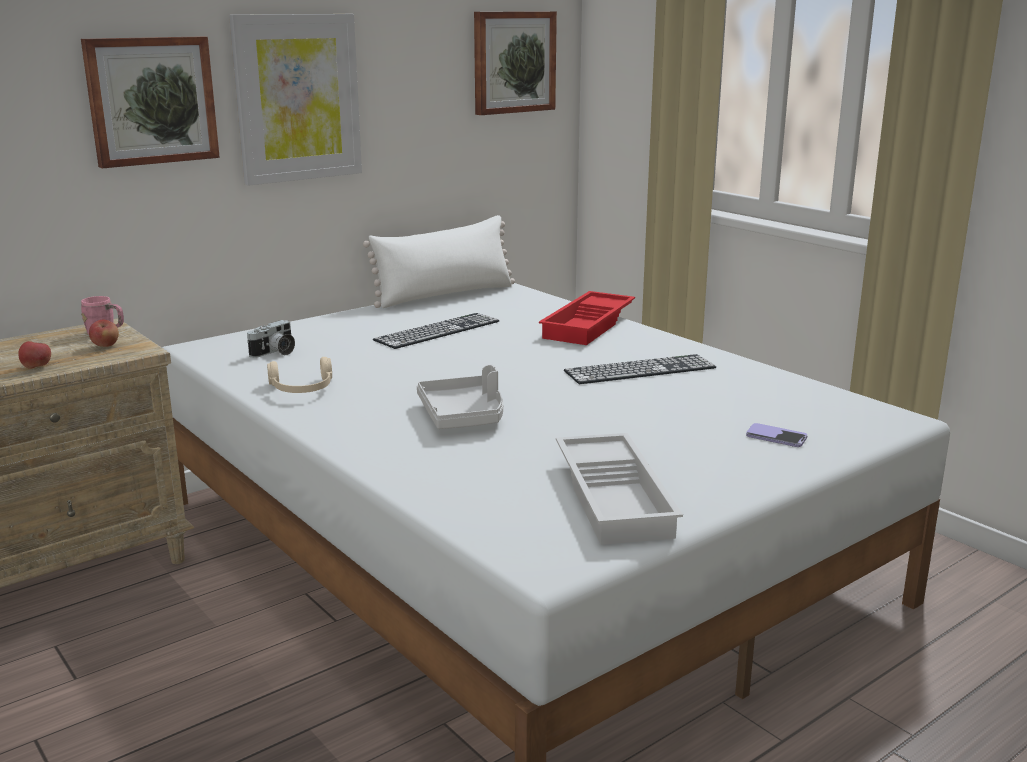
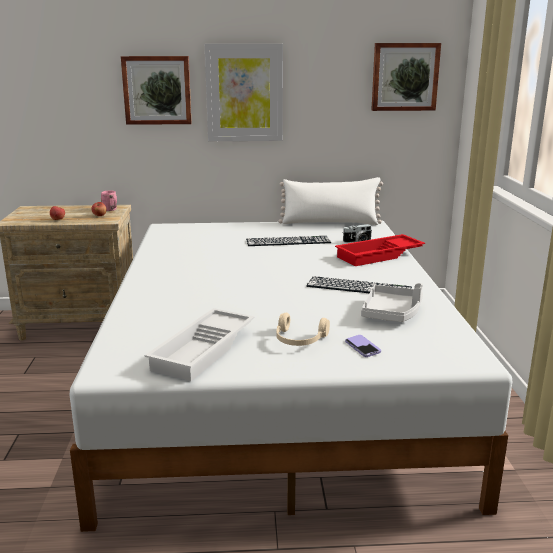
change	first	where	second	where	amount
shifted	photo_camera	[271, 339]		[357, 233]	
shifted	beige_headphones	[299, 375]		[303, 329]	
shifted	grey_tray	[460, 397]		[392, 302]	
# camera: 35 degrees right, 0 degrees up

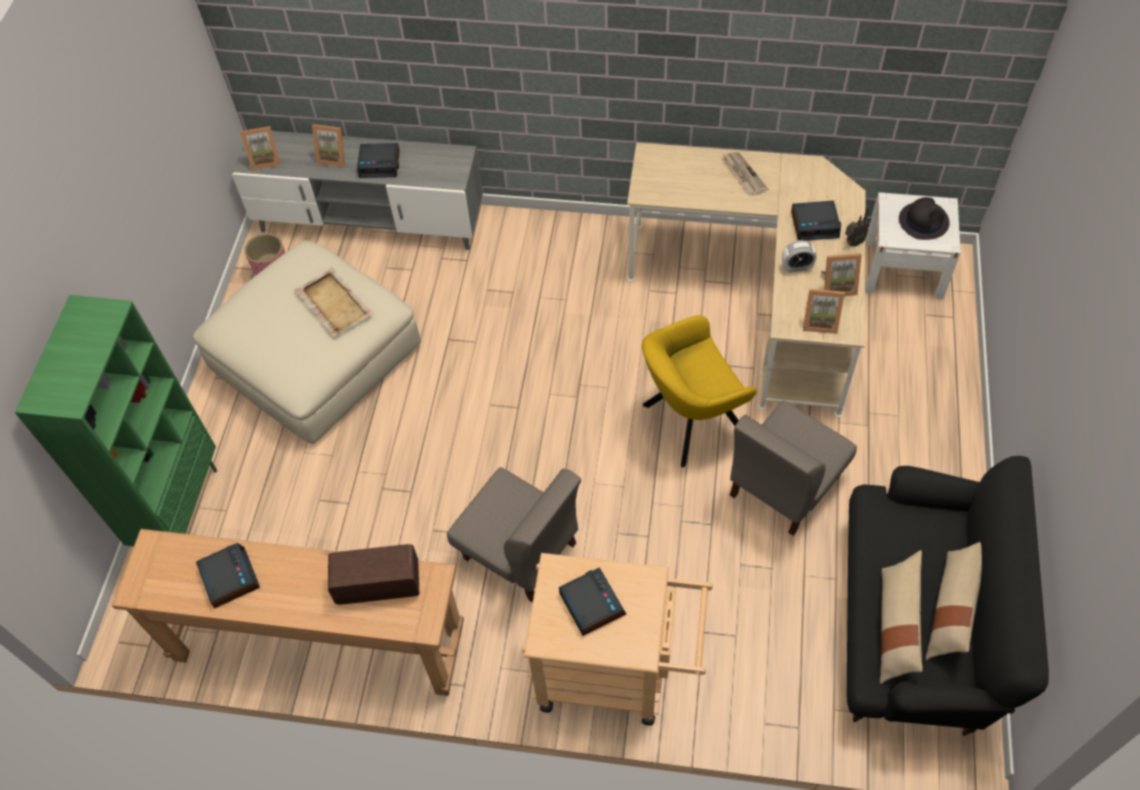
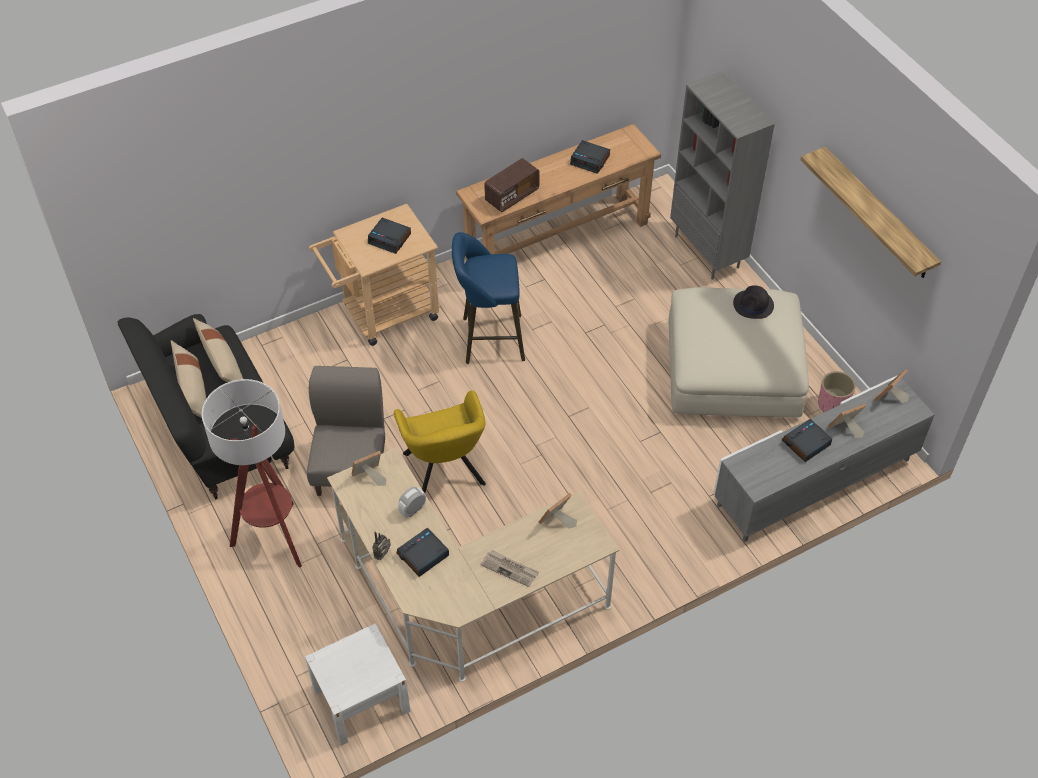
change	first	where	second	where	amount
shifted	black_hat	[924, 218]		[753, 302]	
shifted	picture_frame	[841, 274]		[558, 511]	
gone	beige_tray	[334, 302]			
repainted	green_bookcase	[116, 420]	grey_bookcase	[722, 175]	
rotated	yellow_armchair	[699, 391]		[440, 441]	135 degrees clockwise
swapped	grey_chair	[514, 535]	blue_stool	[488, 298]	
new			shelf	[870, 212]	
new			floor_lamp	[252, 473]	
# camera: 140 degrees right, 5 degrees down

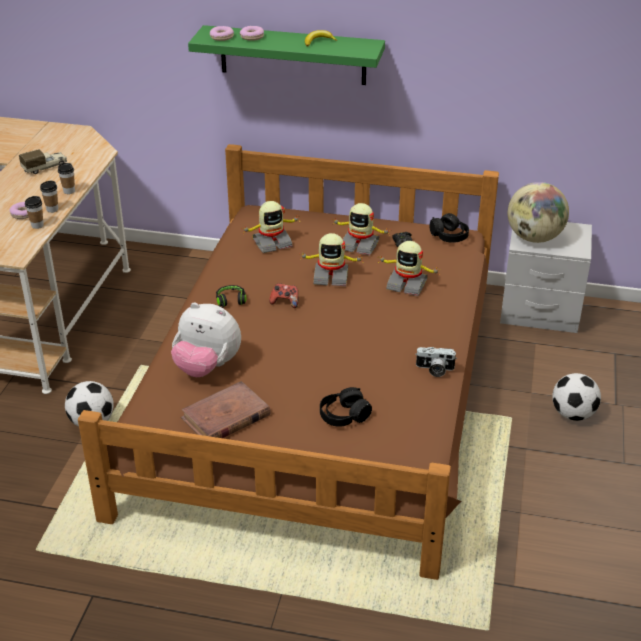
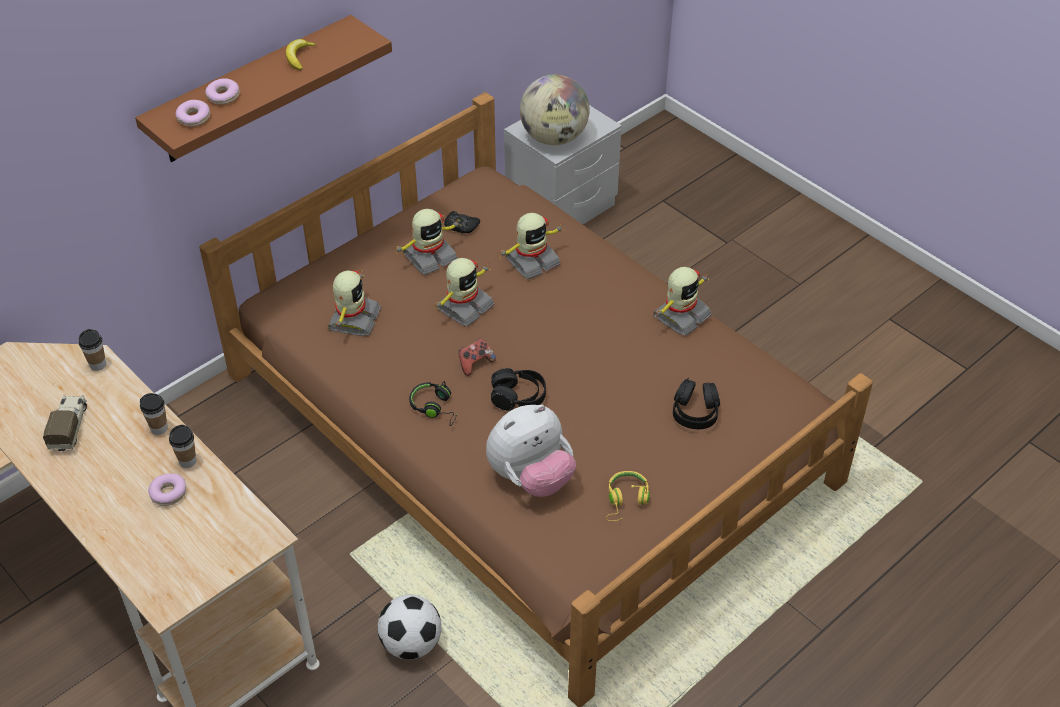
change	first	where	second	where	amount
repainted	green_shelf	[286, 55]	brown_shelf	[263, 88]	
shifted	cup	[34, 212]		[92, 350]	
shifted	black_headphones	[449, 228]		[518, 389]	
swapped	photo_camera	[436, 362]	toy_robot	[682, 301]	
gone	football	[576, 397]			
swapped	brown_book	[226, 409]	yellow_headphones	[628, 496]	
# camera: 55 degrees left, 10 degrees up

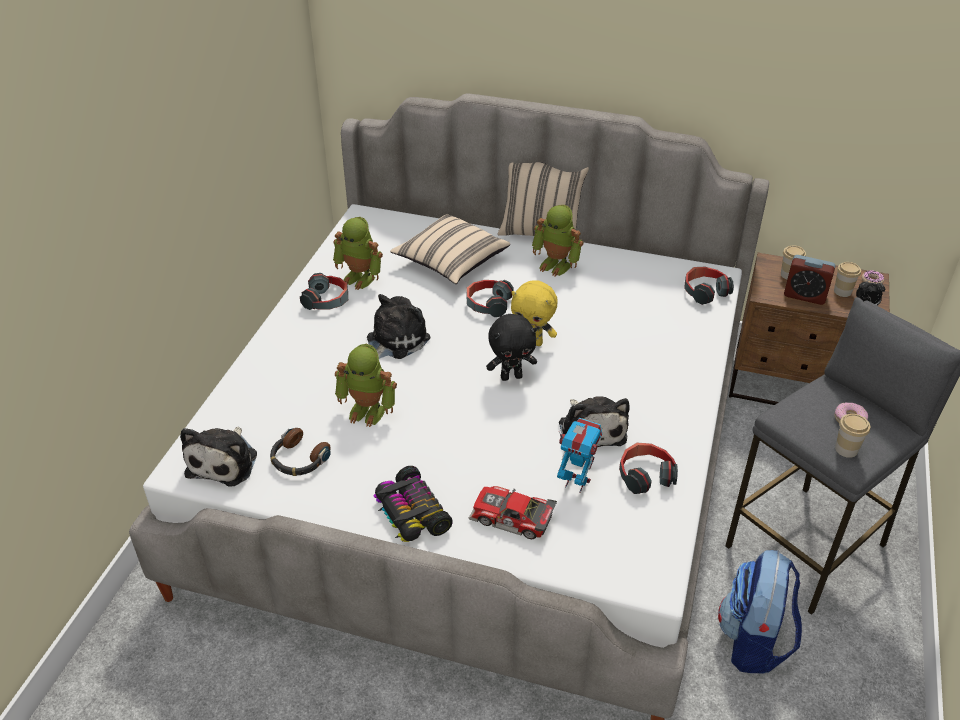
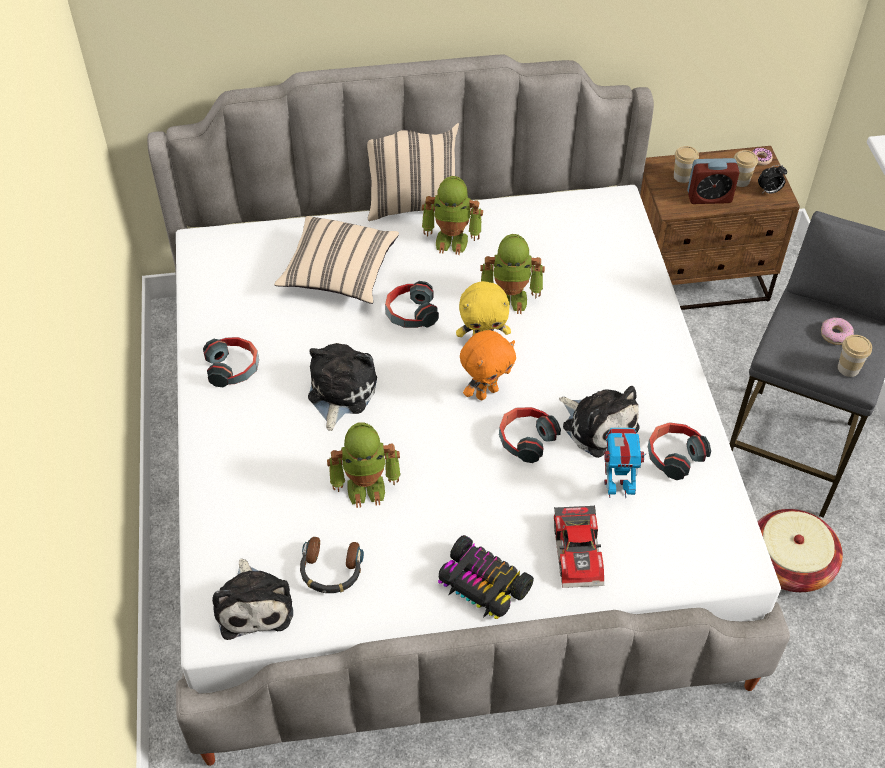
change	first	where	second	where	amount
shifted	toy_robot	[358, 253]		[512, 274]	
shifted	headphones	[709, 286]		[530, 435]	
repainted	black_plush_toy	[511, 347]	orange_plush_toy	[488, 365]	
rotated	toy_car	[513, 512]		[579, 546]	90 degrees counterclockwise
swapped	backpack	[760, 611]	basket	[800, 550]	
# camera: 25 degrees left, 10 degrees up

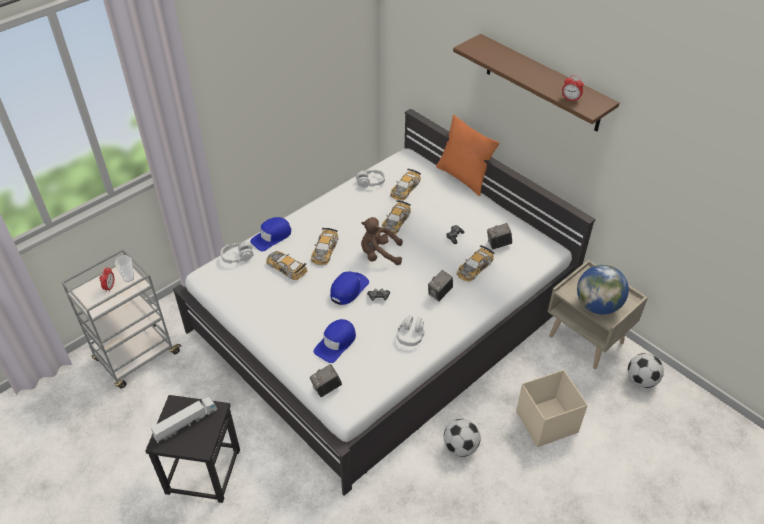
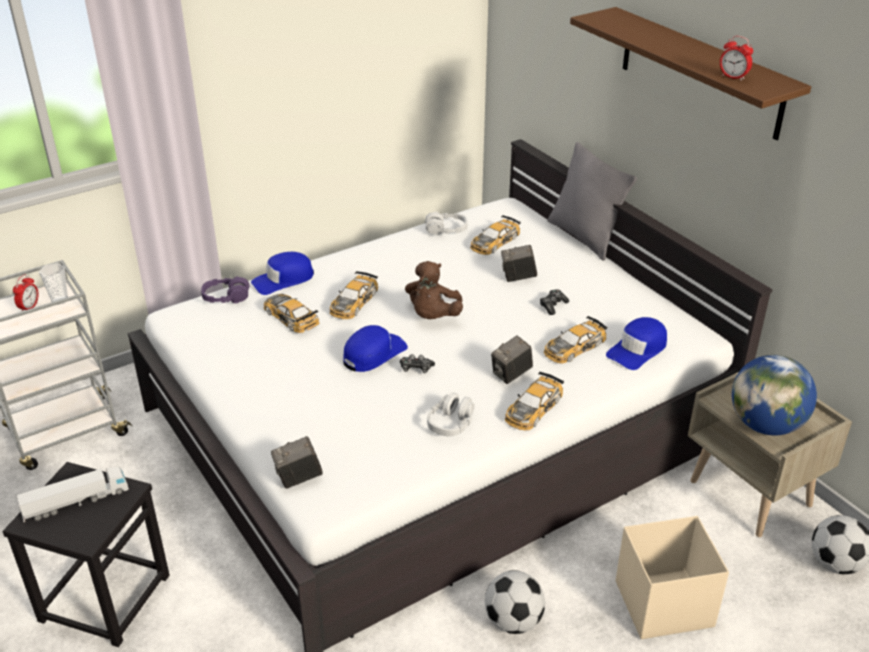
change	first	where	second	where	amount
repainted	orange_pillow	[467, 155]	grey_pillow	[592, 201]	
shifted	toy_car	[396, 217]		[534, 401]	
rotated	brown_plush_toy	[382, 241]		[434, 290]	90 degrees counterclockwise
shifted	photo_camera	[499, 236]		[519, 263]	
repainted	grey_headphones	[237, 252]	purple_headphones	[225, 289]	
shifted	blue_cap	[334, 341]		[636, 343]	
# camera: 10 degrees right, 10 degrees down

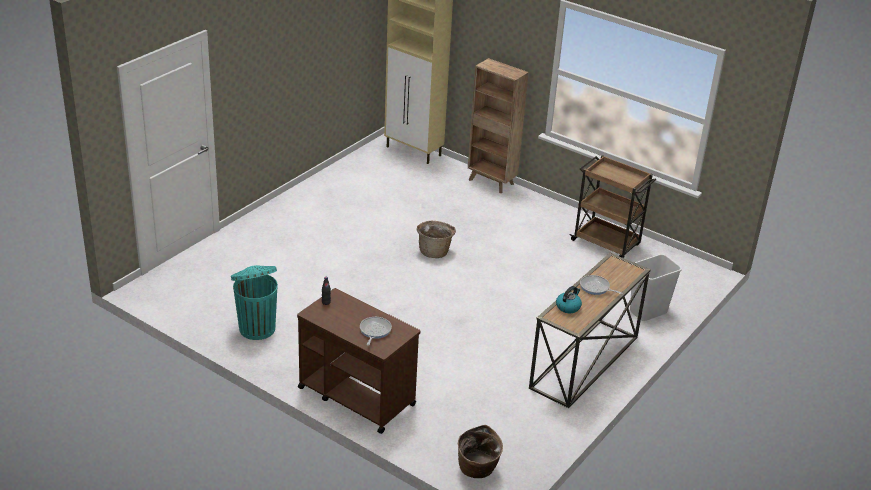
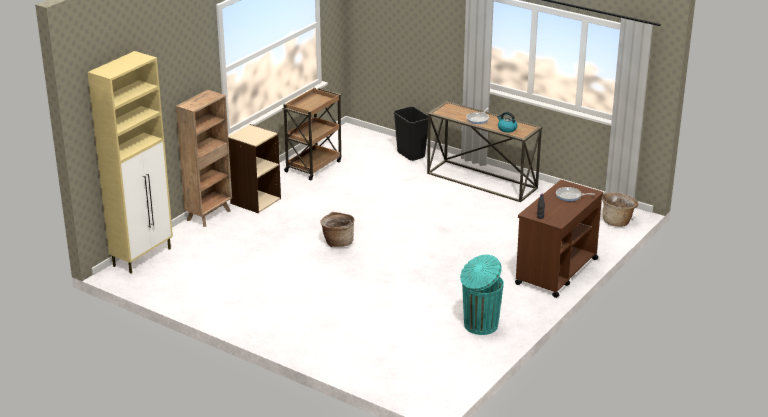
change	first	where	second	where	amount
repainted	white_trash_can	[656, 287]	black_trash_can	[410, 133]	
new			beige_bookcase	[254, 168]	
# camera: 90 degrees left, 5 degrees down

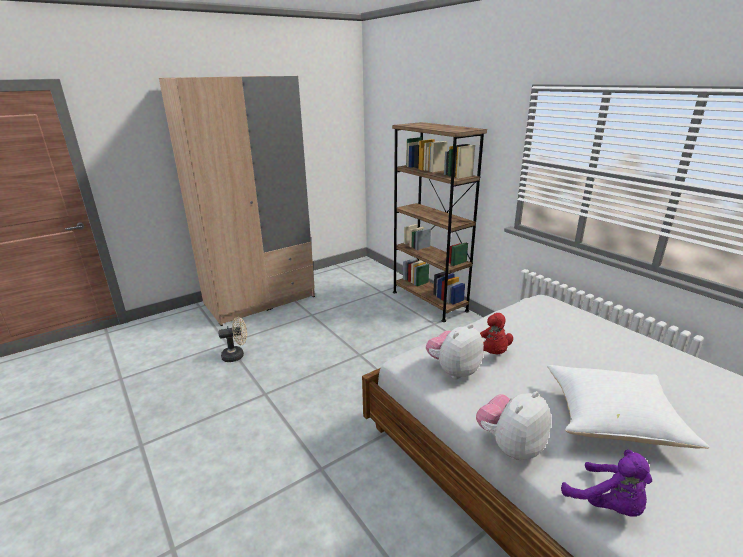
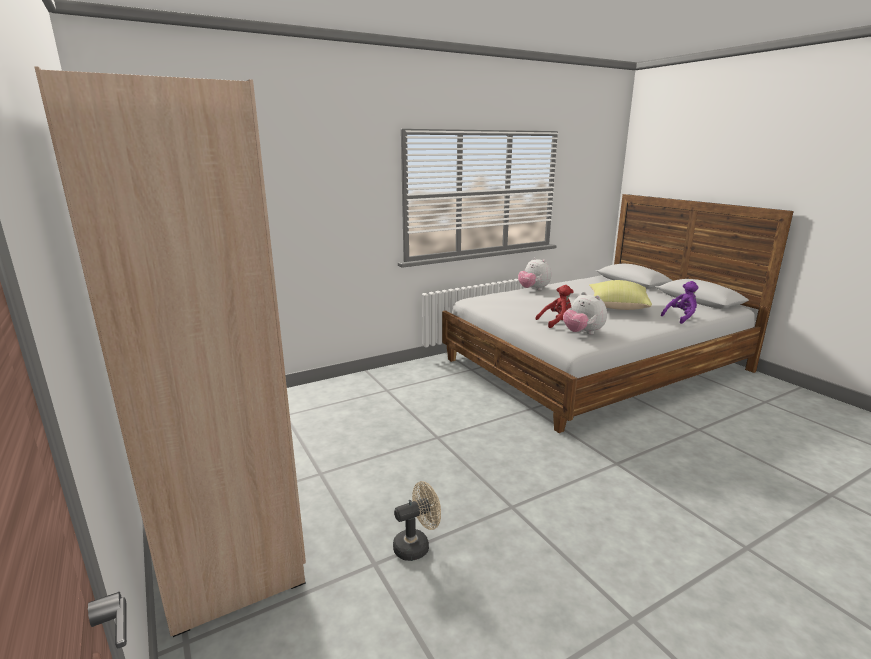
change	first	where	second	where	amount
gone	brown_bookcase	[439, 222]			
rotated	beige_fan	[232, 339]		[417, 521]	75 degrees clockwise
repainted	white_pillow	[628, 407]	yellow_pillow	[620, 295]	
shifted	plush_toy	[513, 425]		[534, 273]	
# camera: 85 degrees left, 5 degrees down

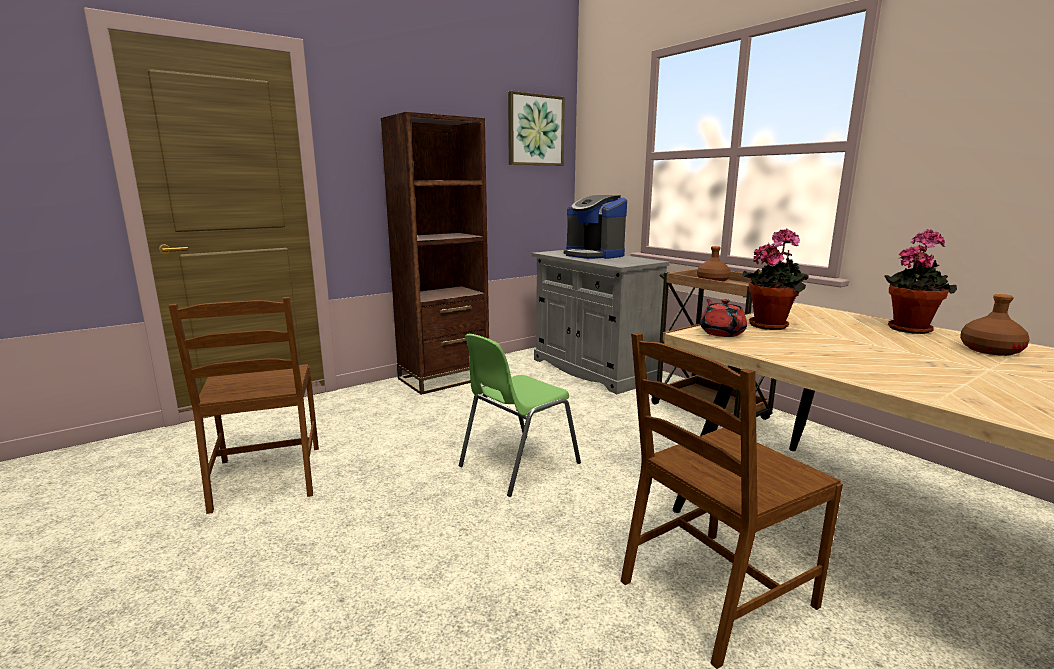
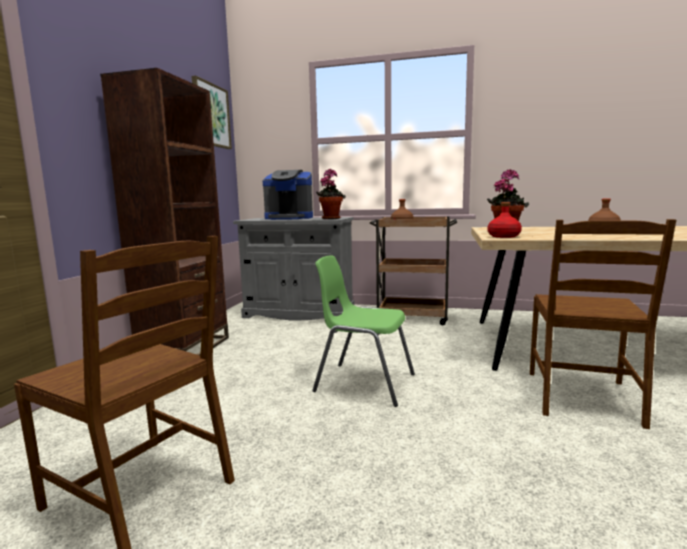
change	first	where	second	where	amount
shifted	potted_plant	[920, 281]		[331, 193]	
swapped	red_teapot	[723, 318]	red_bottle	[505, 220]	
rotated	green_chair	[520, 415]		[363, 331]	105 degrees clockwise
# camera: 40 degrees left, 5 degrees down

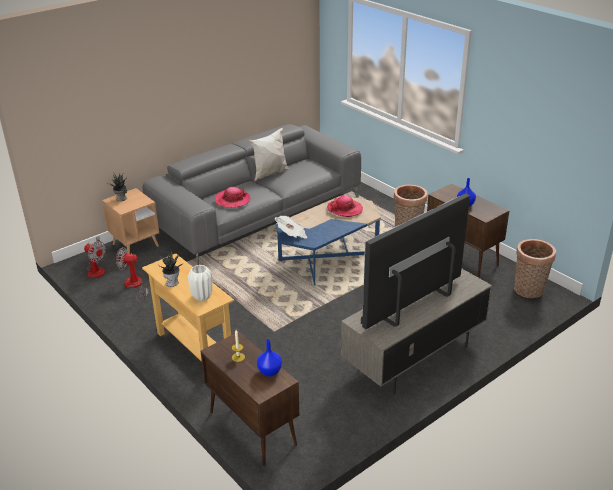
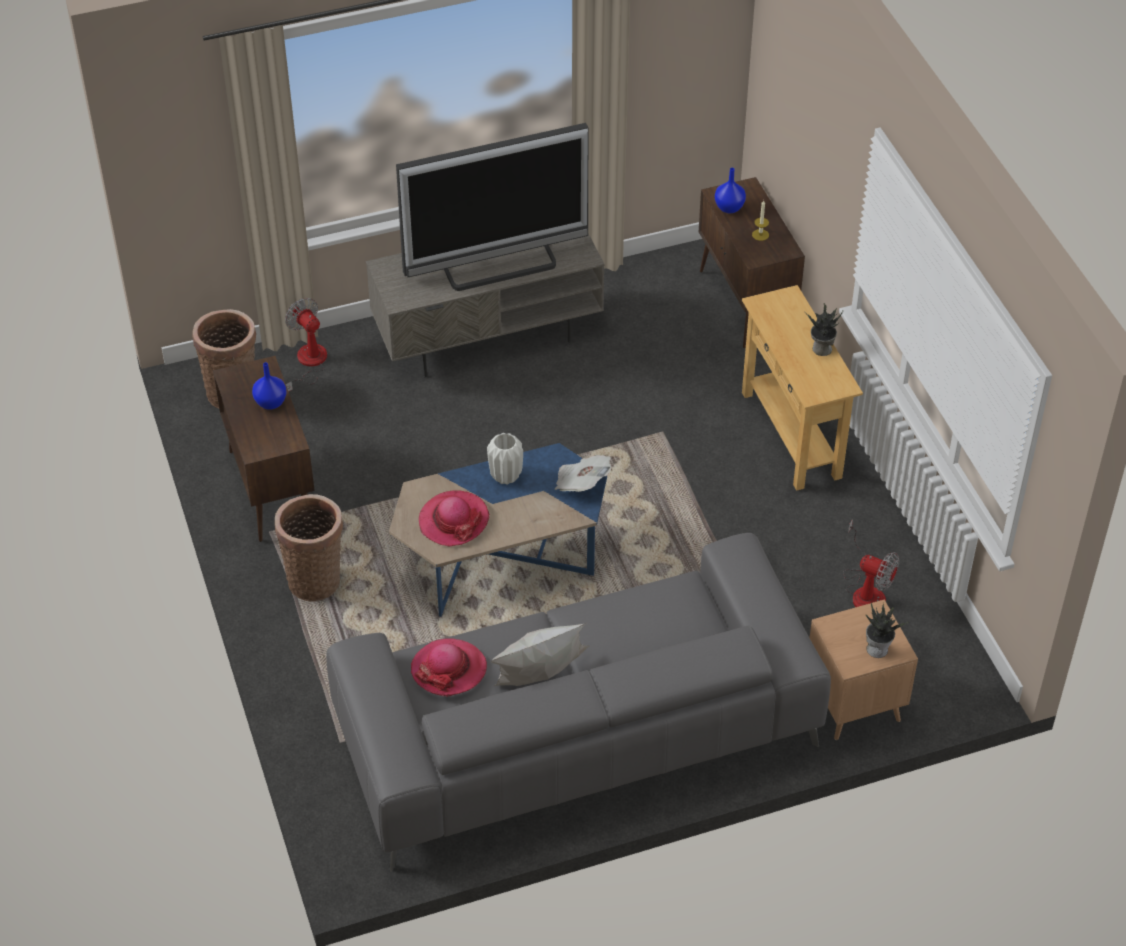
change	first	where	second	where	amount
shifted	hat	[233, 197]		[449, 667]	
shifted	fan	[95, 257]		[306, 345]	
shifted	white_vase	[200, 283]		[505, 459]	
# camera: 160 degrees left, 15 degrees up

